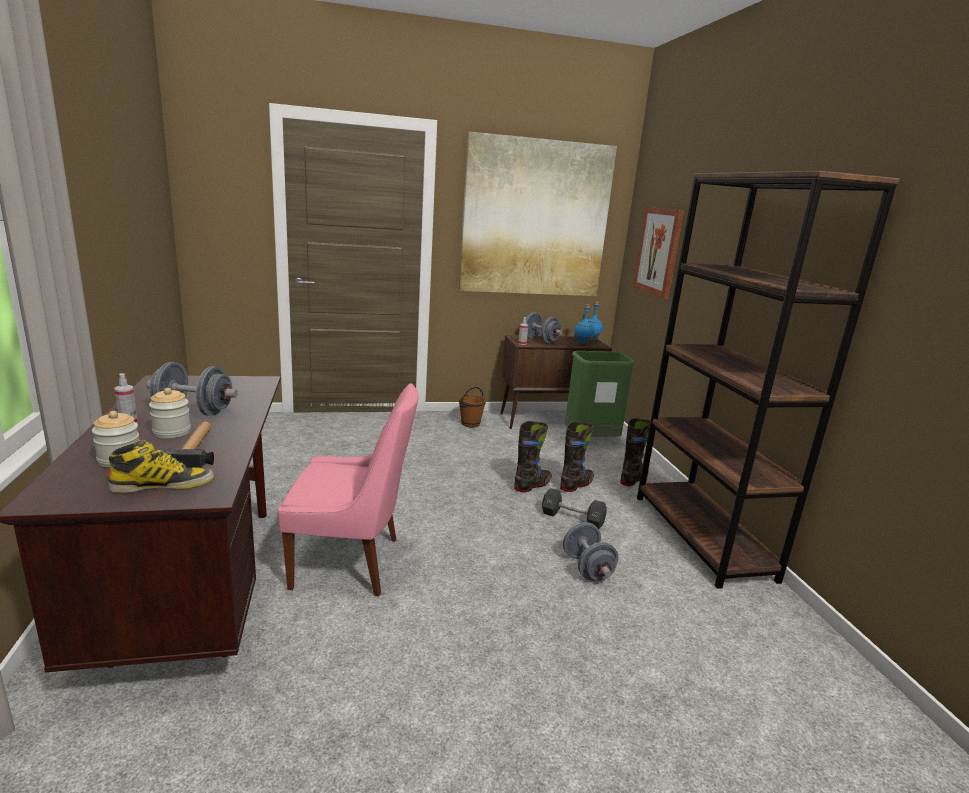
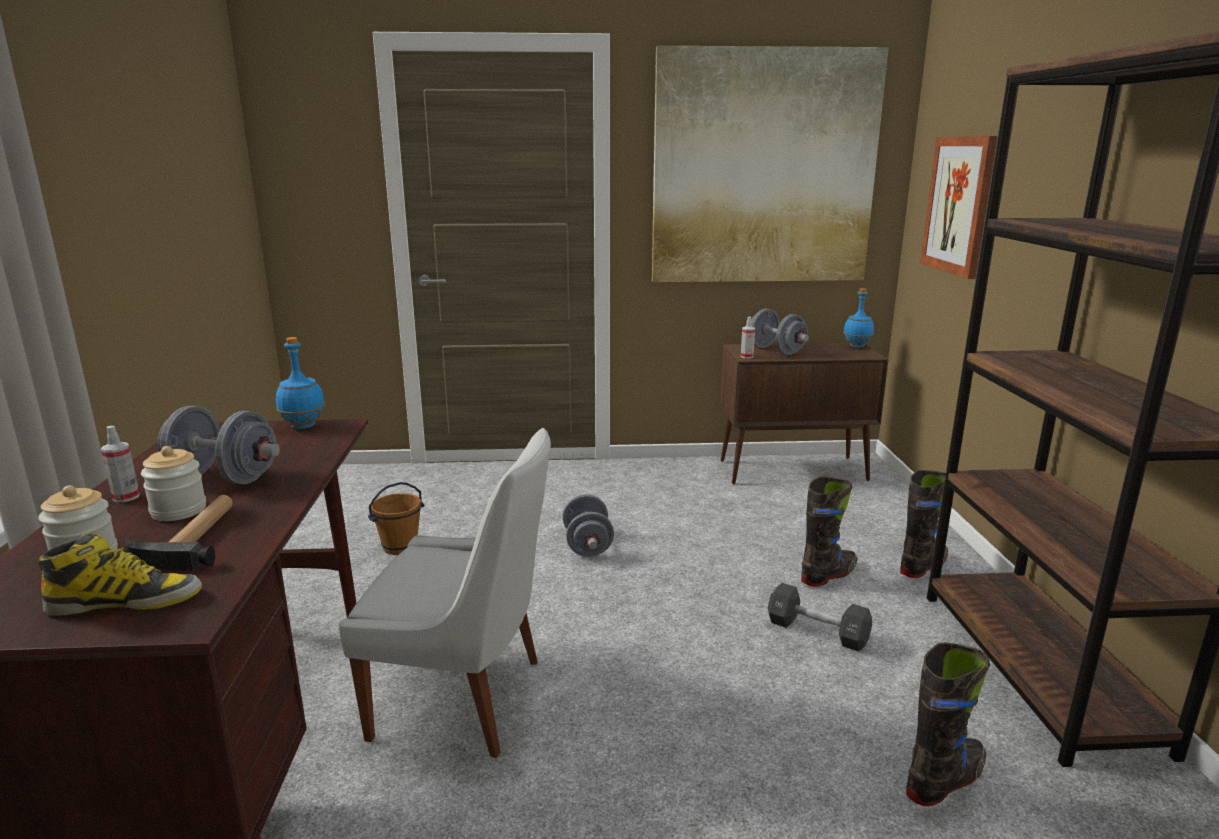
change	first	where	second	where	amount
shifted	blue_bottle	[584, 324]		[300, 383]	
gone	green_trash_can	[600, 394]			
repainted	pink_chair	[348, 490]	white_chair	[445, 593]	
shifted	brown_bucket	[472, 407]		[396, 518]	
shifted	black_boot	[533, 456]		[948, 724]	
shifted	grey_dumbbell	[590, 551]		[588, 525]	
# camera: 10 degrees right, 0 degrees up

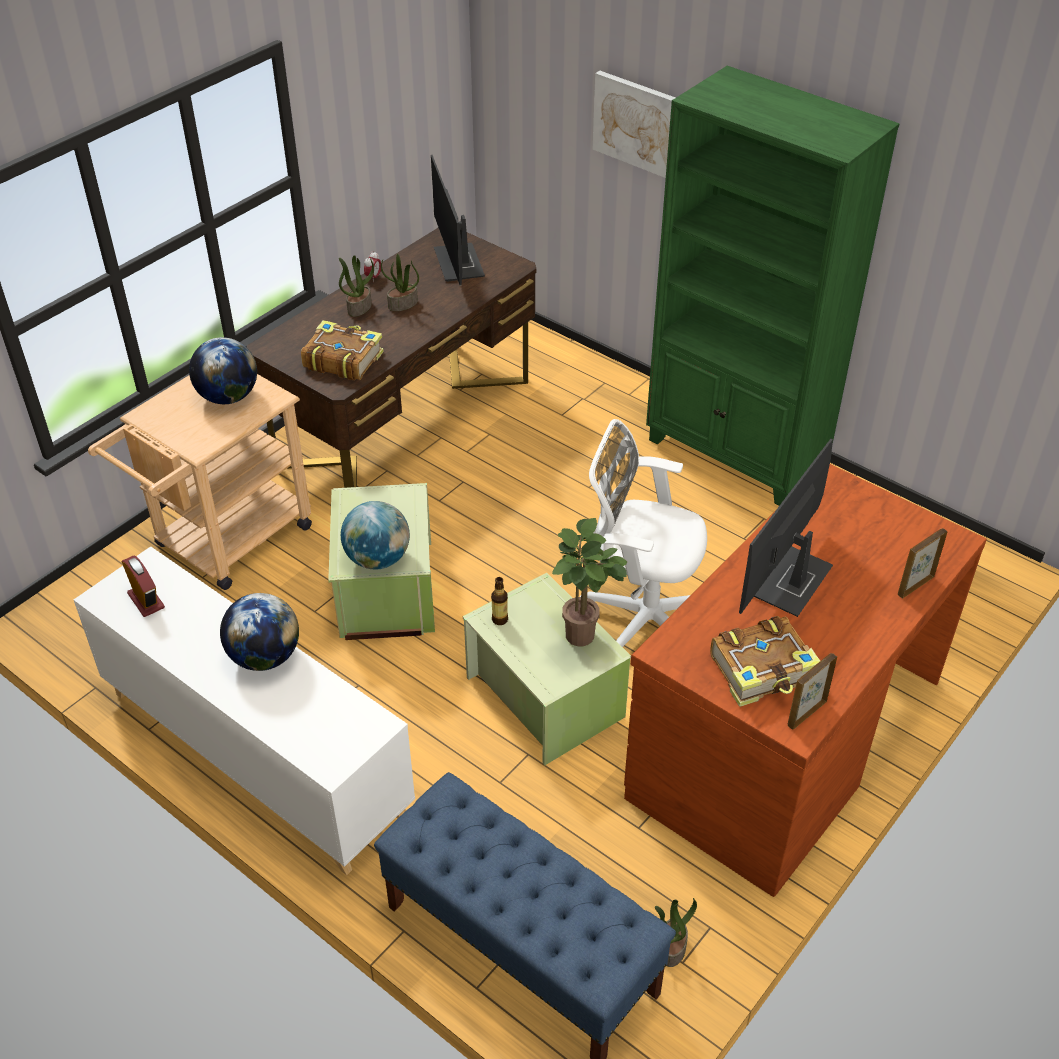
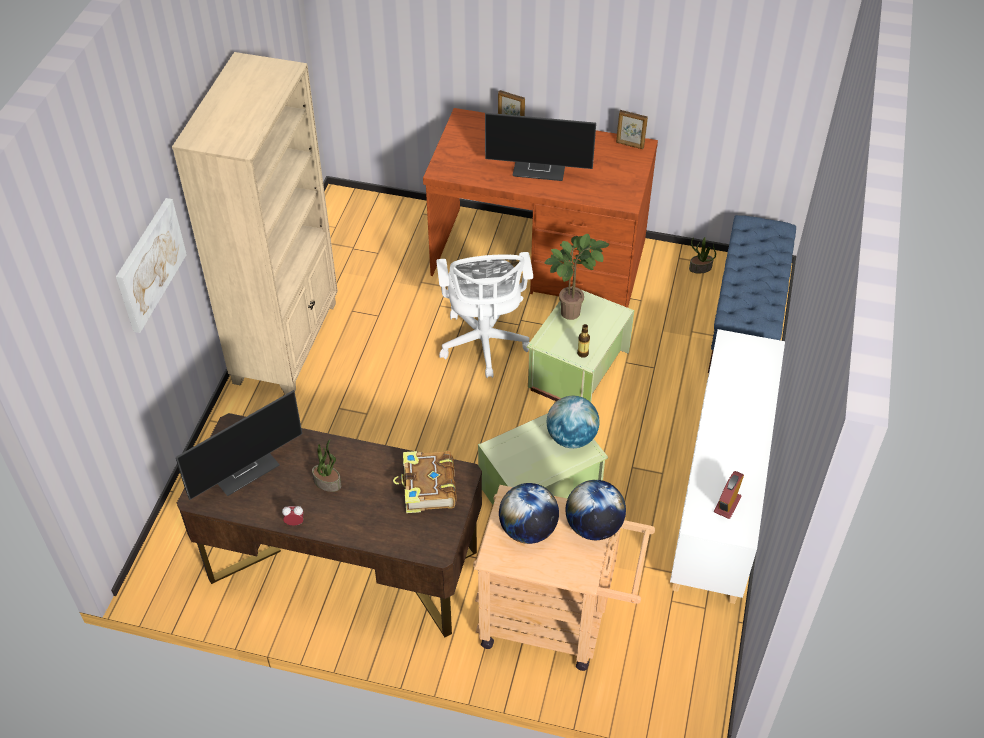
change	first	where	second	where	amount
repainted	green_bookcase	[773, 286]	beige_bookcase	[255, 223]	
gone	potted_plant	[356, 286]			
shifted	globe	[259, 632]		[596, 510]	
gone	book	[765, 661]			
# camera: 115 degrees left, 5 degrees up

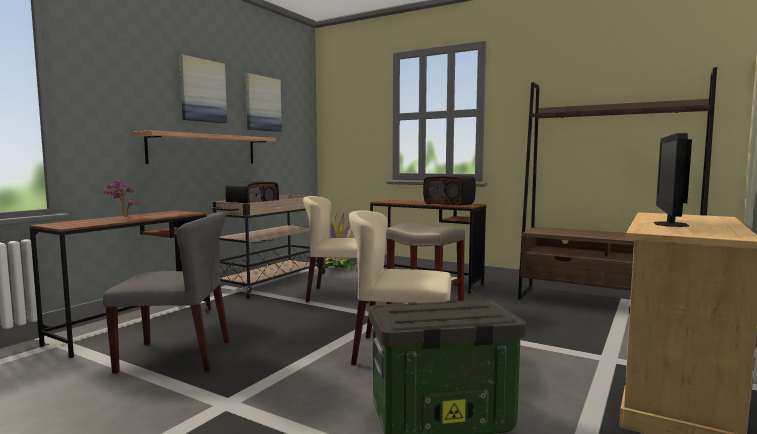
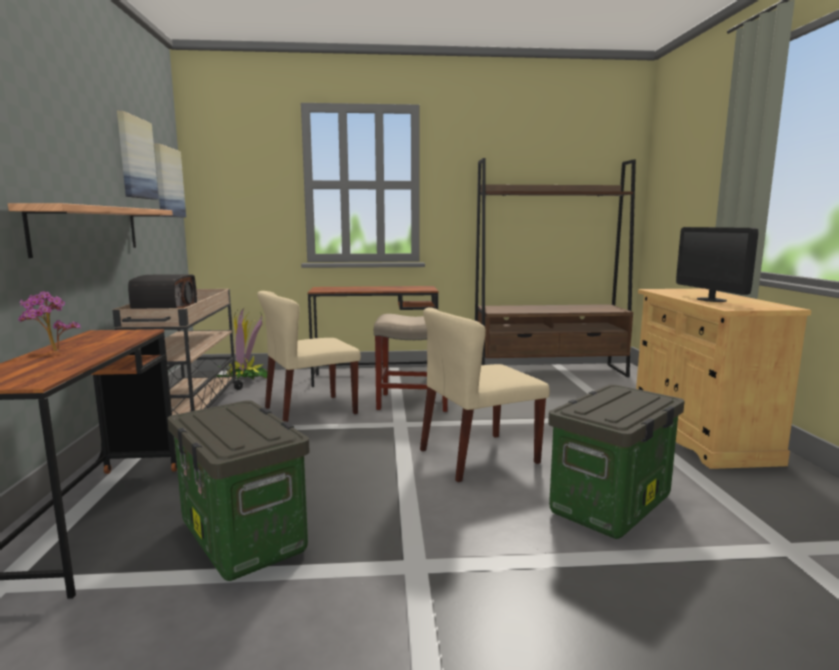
change	first	where	second	where	amount
shifted	picture	[203, 89]		[170, 180]	
gone	radio	[449, 190]			
swapped	grey_chair	[166, 293]	storage_box	[238, 490]	
# camera: 35 degrees left, 5 degrees up

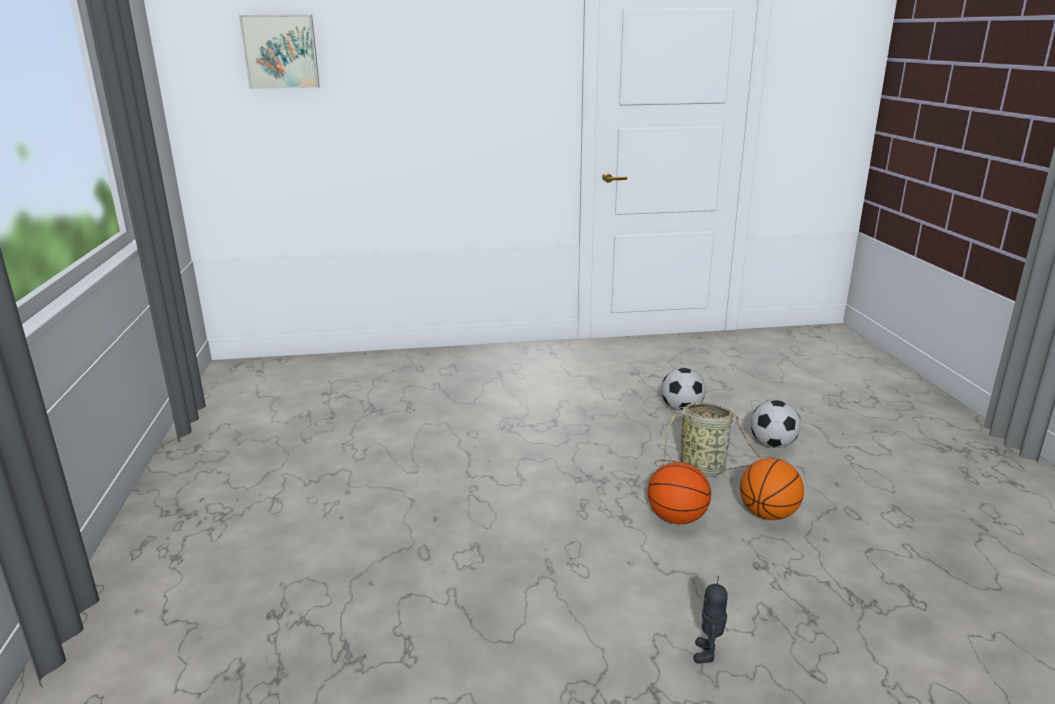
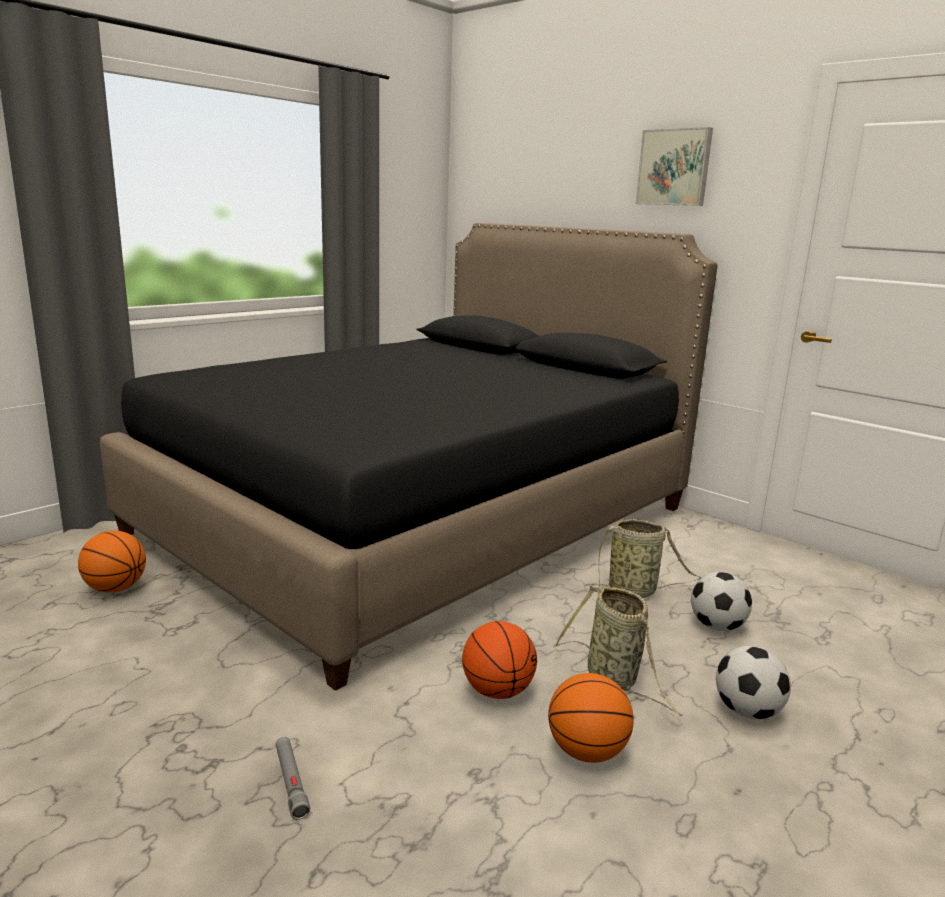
change	first	where	second	where	amount
shifted	picture	[279, 52]		[674, 166]	
swapped	toy_robot	[710, 620]	grey_flashlight	[293, 778]	
new			black_bed	[409, 457]	
new			basket	[642, 558]	
new			basketball	[112, 562]	
# camera: 50 degrees right, 5 degrees down

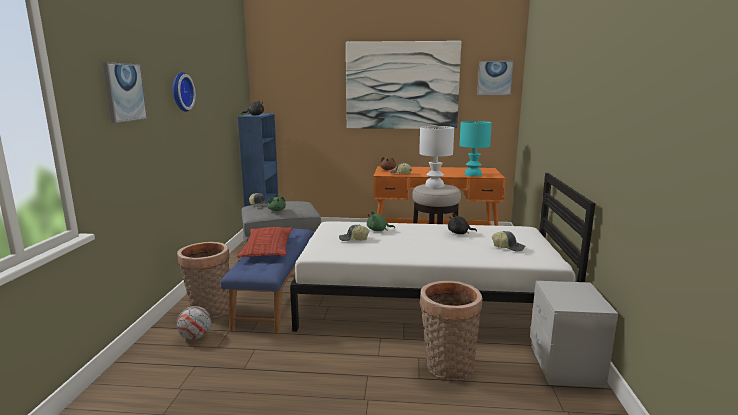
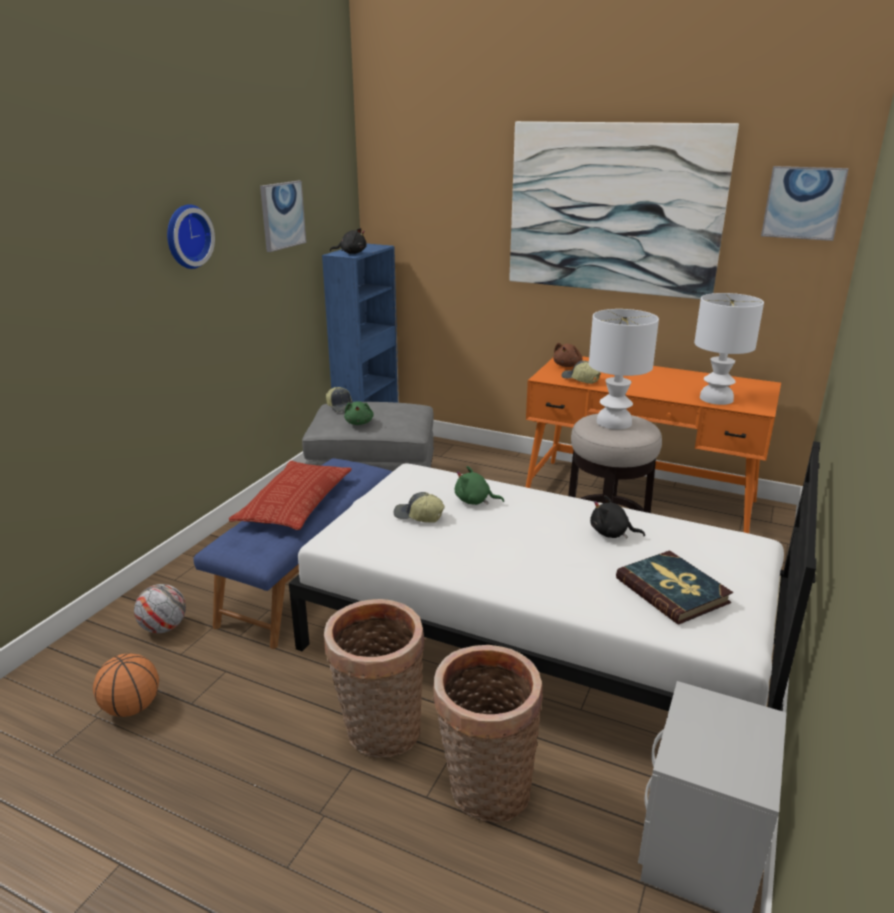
change	first	where	second	where	amount
shifted	picture	[125, 92]		[283, 216]	
repainted	turquoise_table_lamp	[476, 149]	white_table_lamp	[729, 349]	
swapped	cap	[508, 241]	book	[674, 587]	
shifted	basket	[203, 280]		[374, 678]	
new			basketball	[126, 685]	
# camera: 20 degrees right, 10 degrees up

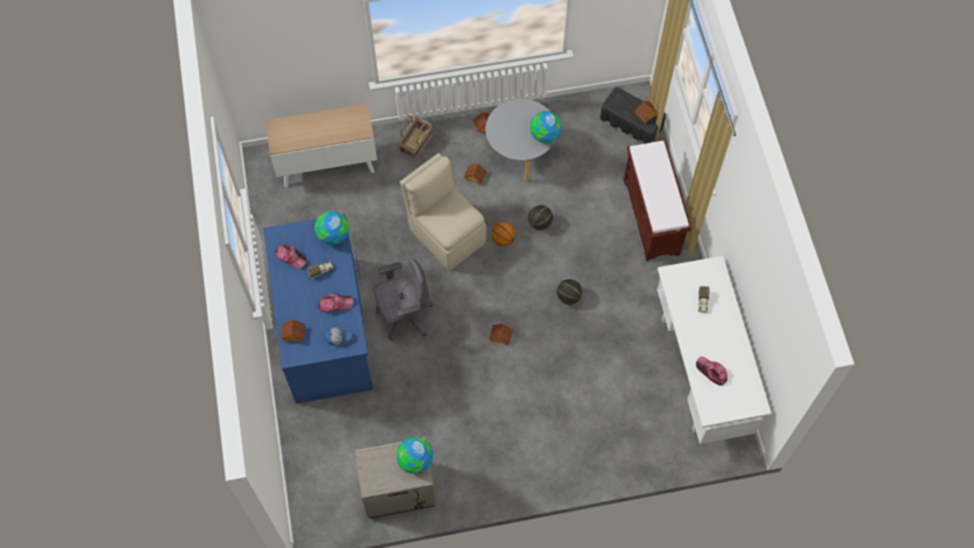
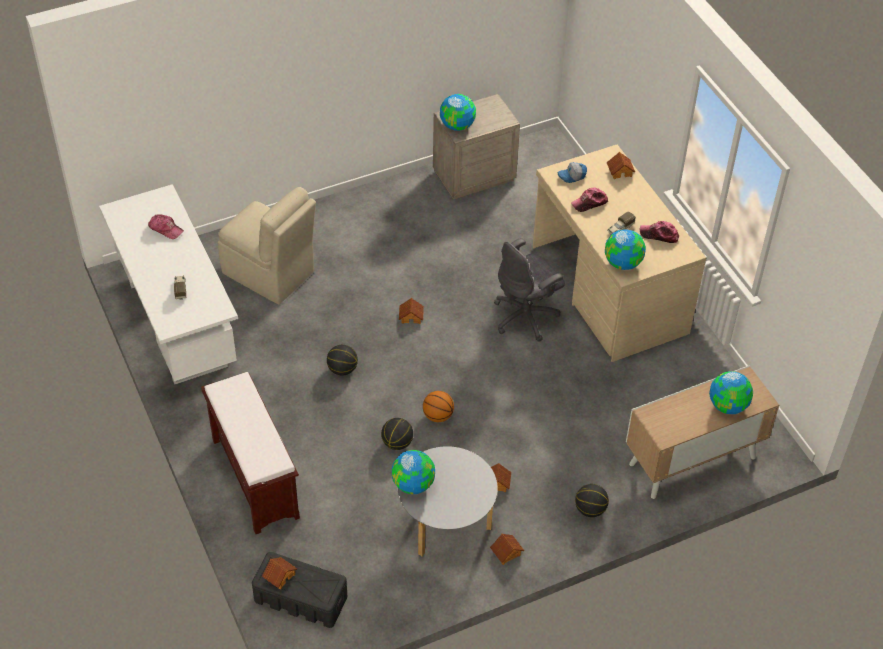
change	first	where	second	where	amount
swapped	basket	[415, 138]	basketball	[592, 500]	
shifted	beige_chair	[443, 211]		[267, 246]	
repainted	blue_desk	[318, 309]	beige_desk	[619, 253]	
new			globe	[731, 392]	
# camera: 165 degrees right, 15 degrees down

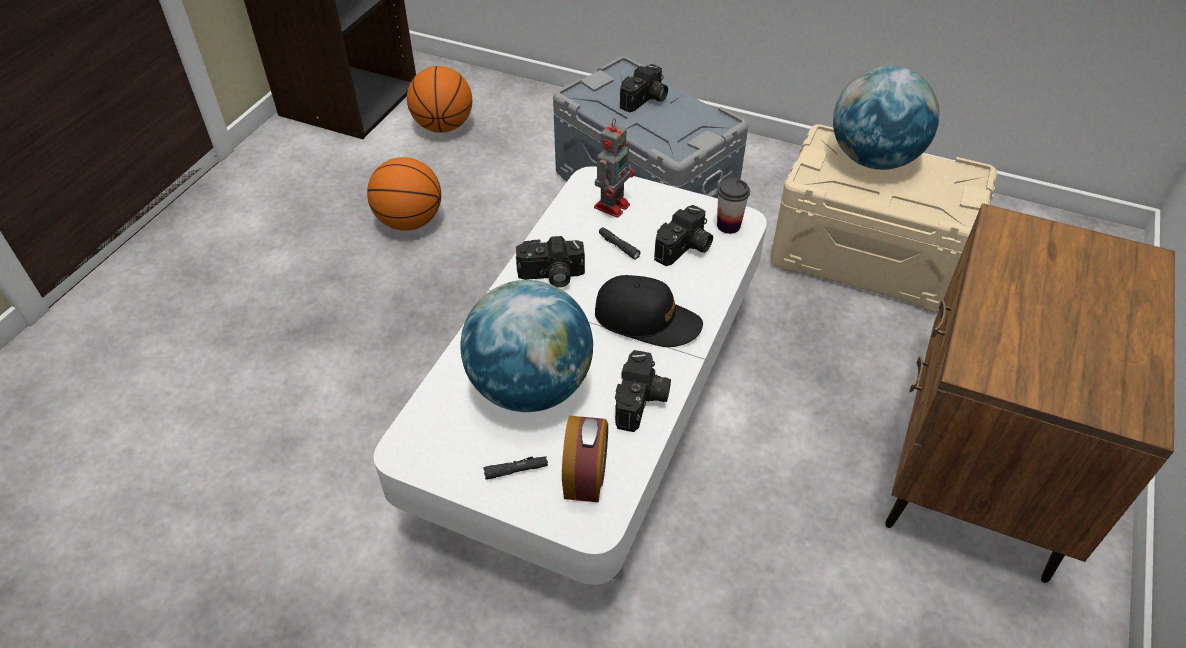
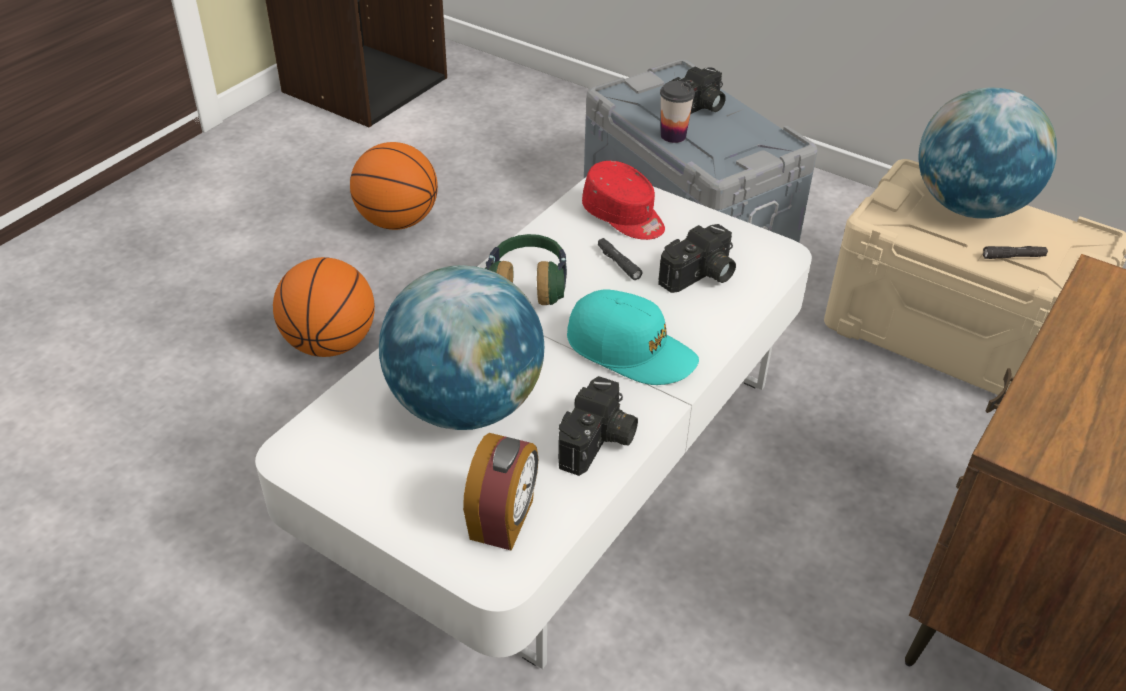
change	first	where	second	where	amount
shifted	basketball	[439, 99]		[324, 307]	
swapped	toy_robot	[614, 168]	red_cap	[623, 200]	
shifted	cup	[733, 206]		[677, 112]	
swapped	photo_camera	[550, 262]	headphones	[526, 269]	
repainted	black_cap	[649, 311]	turquoise_cap	[633, 337]	
shifted	black_flashlight	[515, 468]		[1015, 252]	
# camera: 10 degrees right, 5 degrees down

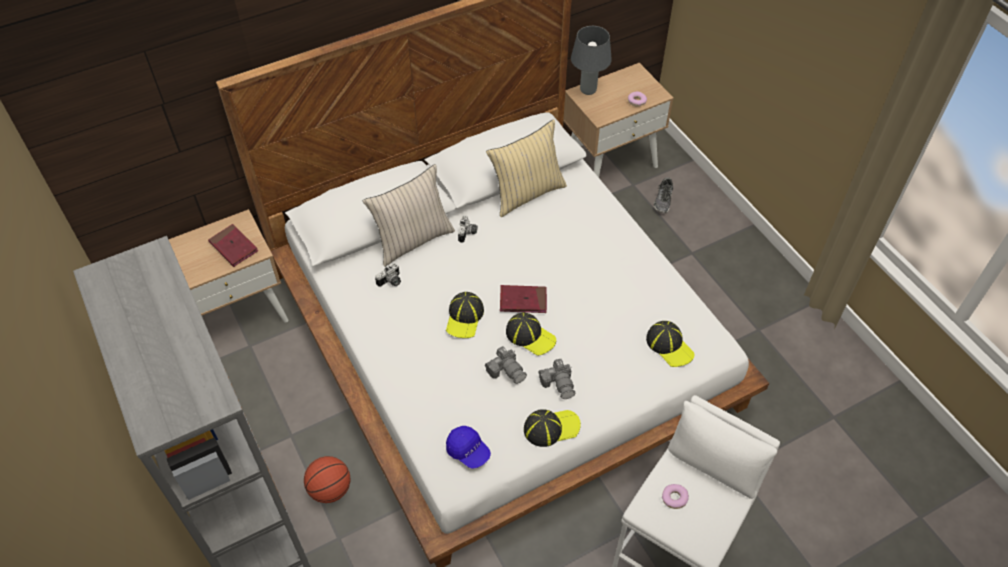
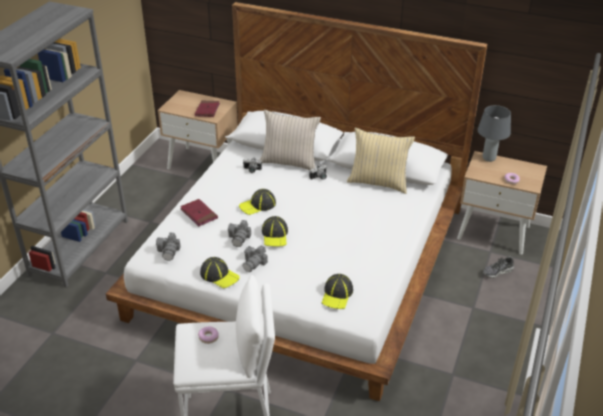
change	first	where	second	where	amount
shifted	red_book	[523, 299]		[199, 212]	
swapped	blue_cap	[468, 447]	photo_camera	[168, 247]	
gone	basketball	[327, 479]			
# camera: 50 degrees right, 15 degrees down

